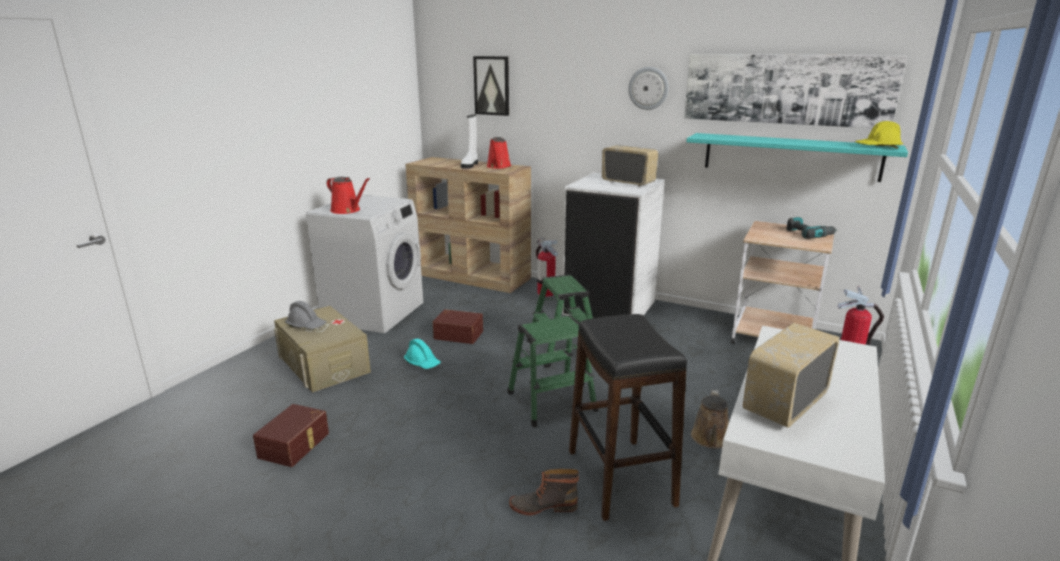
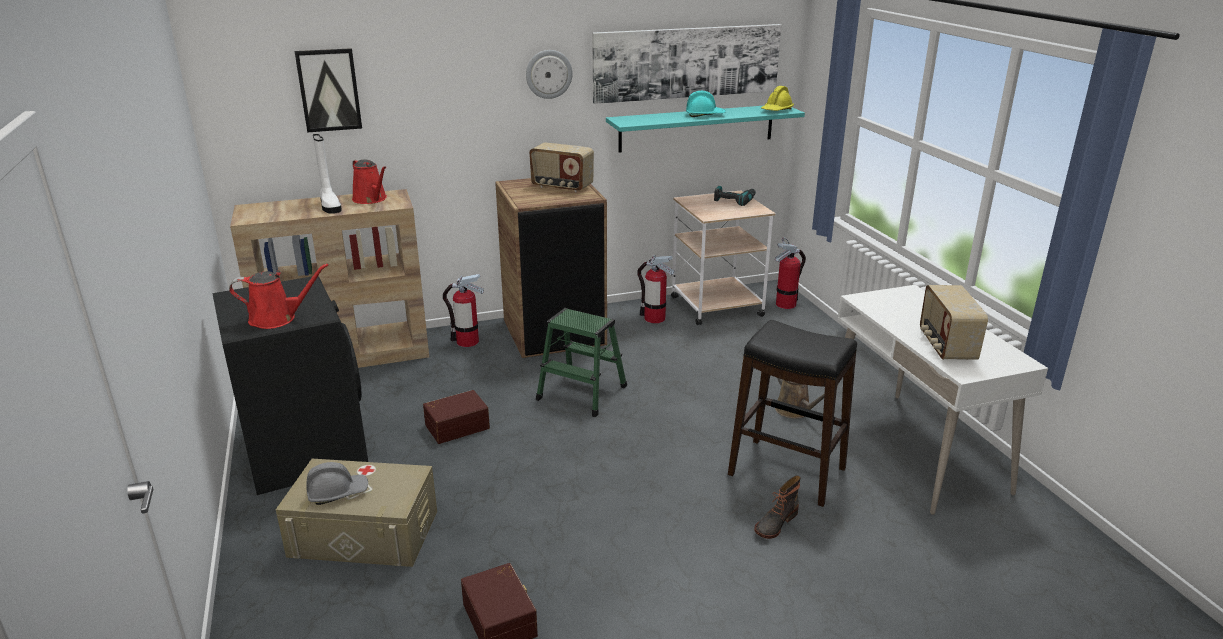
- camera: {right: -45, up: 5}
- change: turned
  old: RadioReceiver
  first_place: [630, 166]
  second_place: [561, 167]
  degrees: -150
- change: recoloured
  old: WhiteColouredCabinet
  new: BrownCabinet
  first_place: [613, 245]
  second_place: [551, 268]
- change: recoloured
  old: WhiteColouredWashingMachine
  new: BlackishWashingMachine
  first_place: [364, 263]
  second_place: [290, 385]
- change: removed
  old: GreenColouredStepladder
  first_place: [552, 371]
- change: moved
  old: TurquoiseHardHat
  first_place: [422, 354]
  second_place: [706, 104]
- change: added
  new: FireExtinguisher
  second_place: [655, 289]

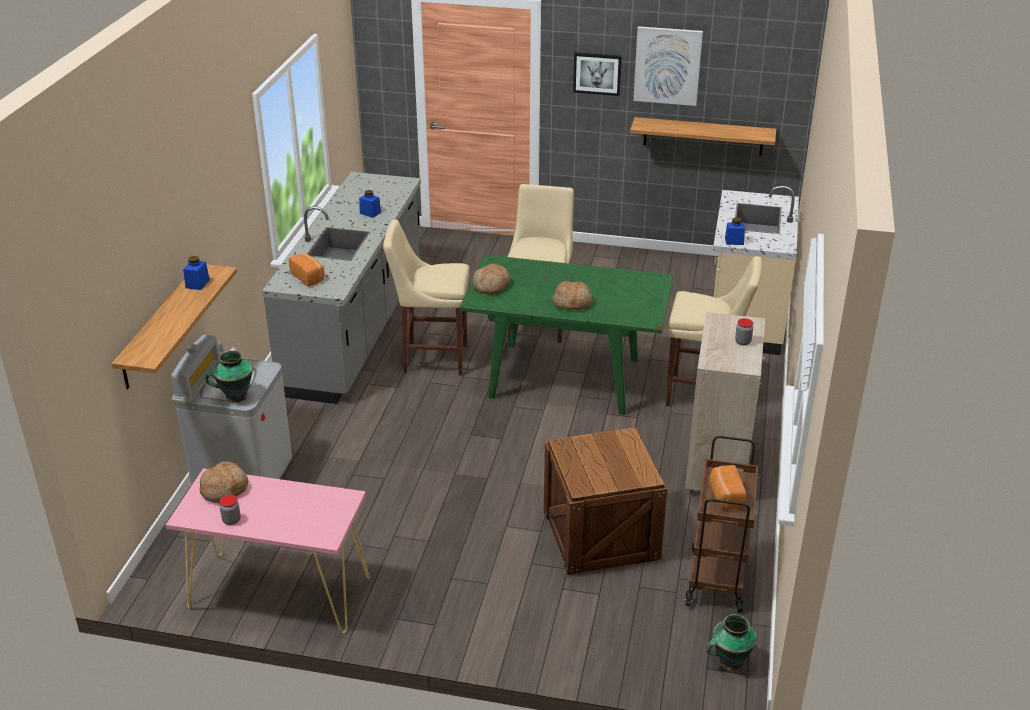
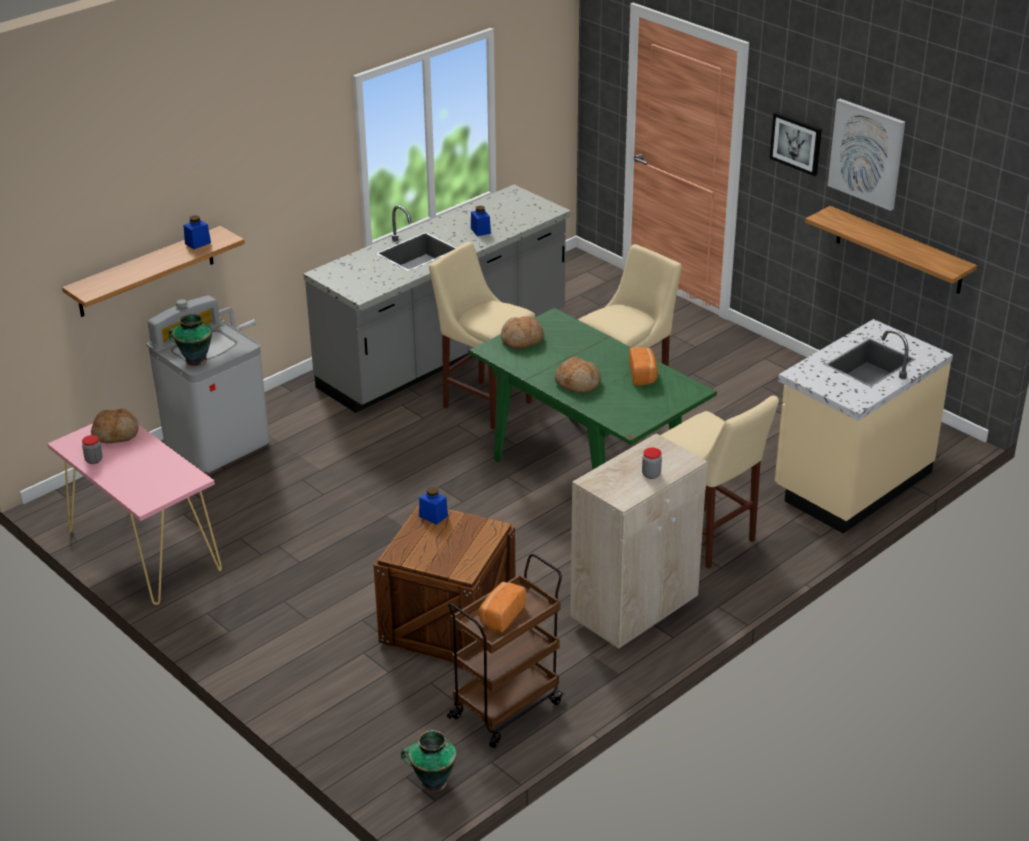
- camera: {right: 35, up: 0}
- change: moved
  old: BluishJar
  first_place: [735, 231]
  second_place: [433, 506]
- change: moved
  old: BakeryBread
  first_place: [307, 270]
  second_place: [643, 366]

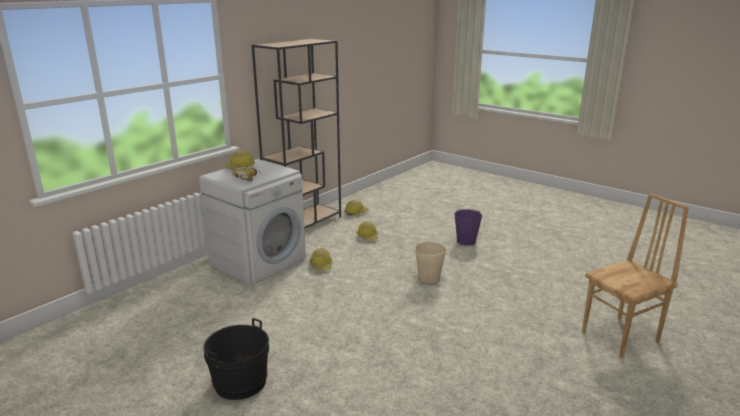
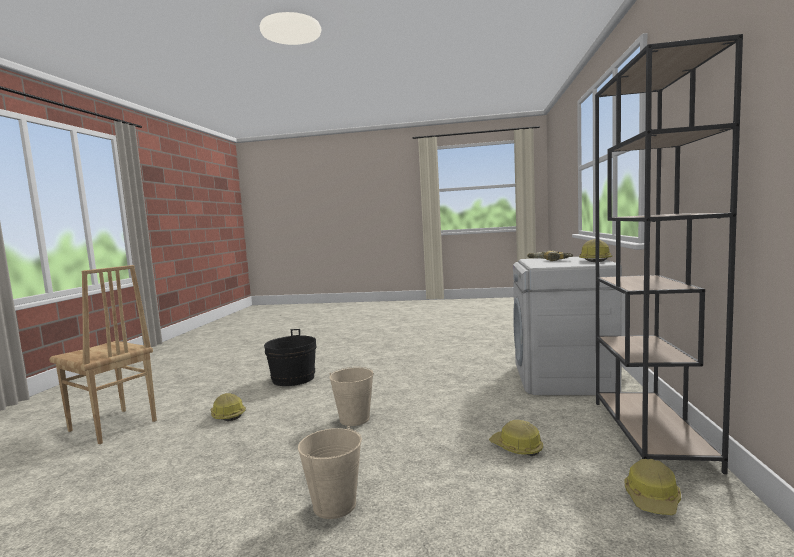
- camera: {right: 150, up: -15}
- change: turned
  old: BrownPlainChair
  first_place: [635, 275]
  second_place: [103, 354]
  degrees: -90
- change: recoloured
  old: PurplishBucket
  new: BeigeBucket
  first_place: [468, 227]
  second_place: [330, 472]
- change: moved
  old: HardHat
  first_place: [320, 259]
  second_place: [228, 407]
- change: moved
  old: BlackishBucket
  first_place: [236, 359]
  second_place: [290, 357]

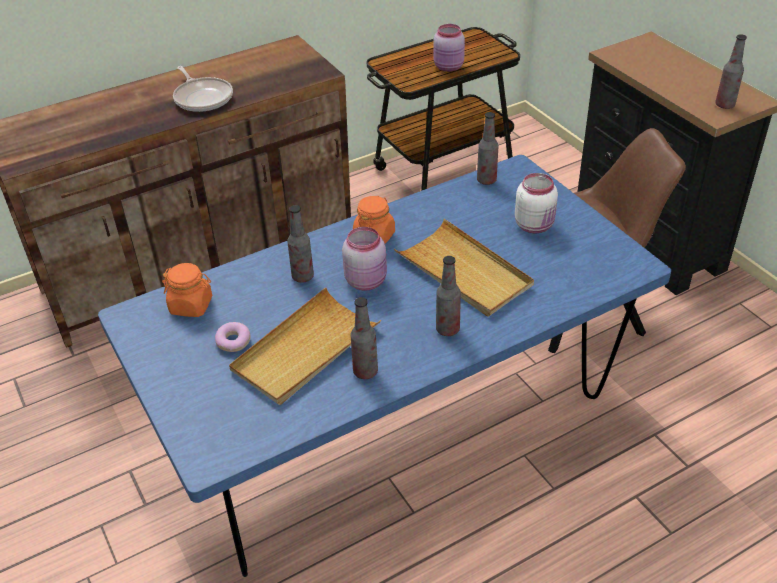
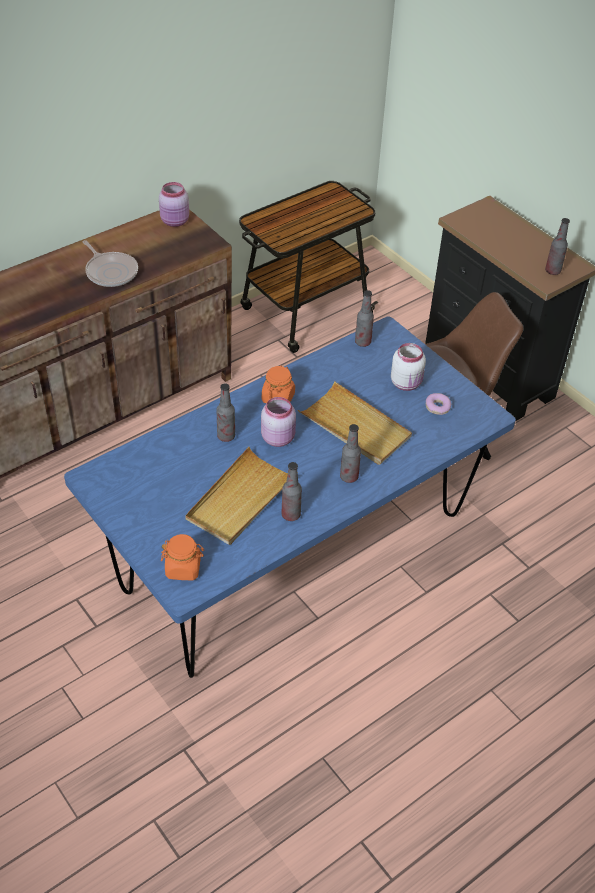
- camera: {right: -10, up: 5}
- change: moved
  old: PinkColouredJar
  first_place: [449, 48]
  second_place: [174, 204]
- change: moved
  old: OrangeColouredJar
  first_place: [187, 290]
  second_place: [182, 557]
- change: moved
  old: RingDoughnut
  first_place: [233, 337]
  second_place: [438, 404]

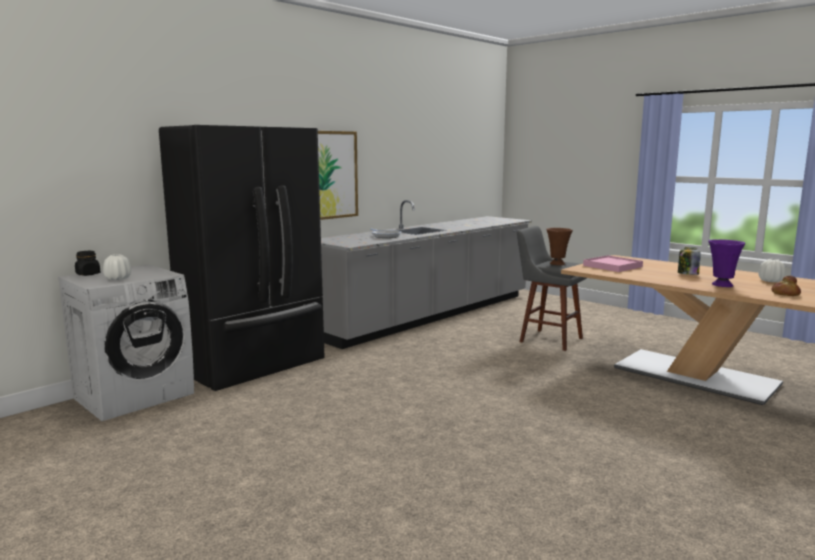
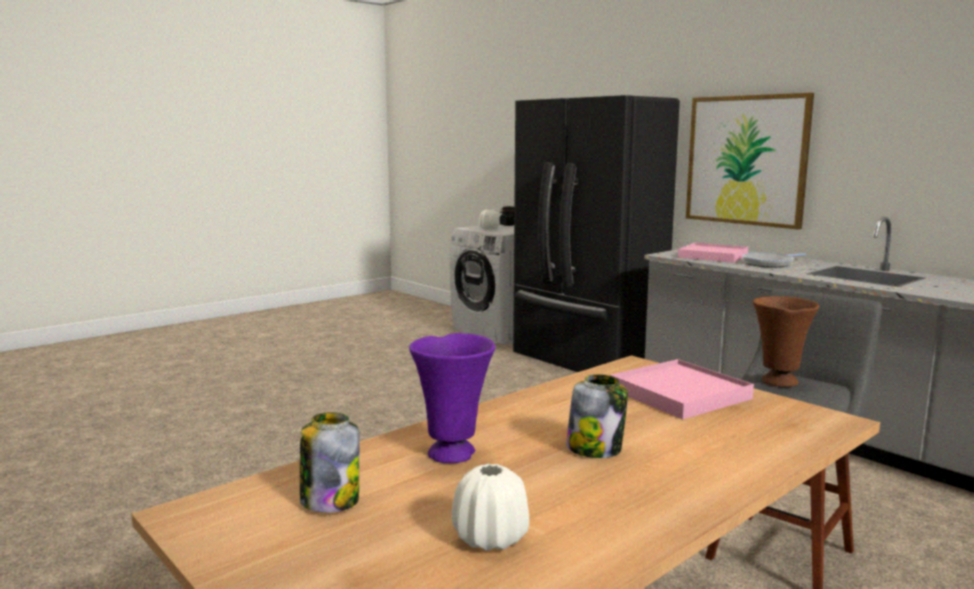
- camera: {right: 95, up: 0}
- change: replaced
  old: BakeryBread
  new: Jar
  first_place: [786, 286]
  second_place: [330, 462]
- change: added
  new: PinkColouredServingTray
  second_place: [713, 253]

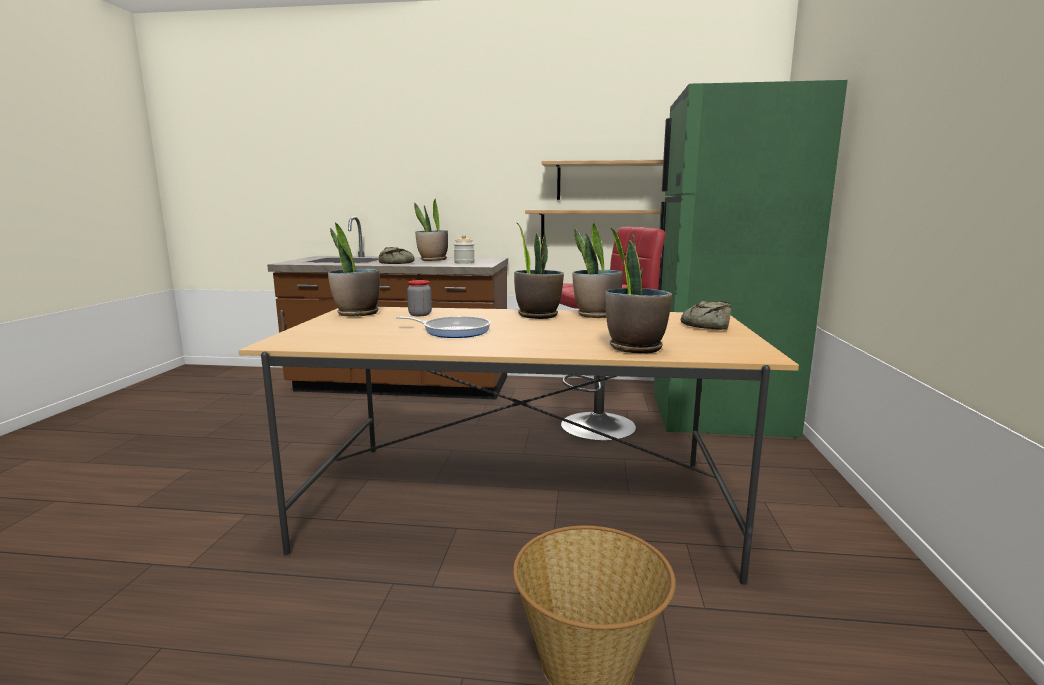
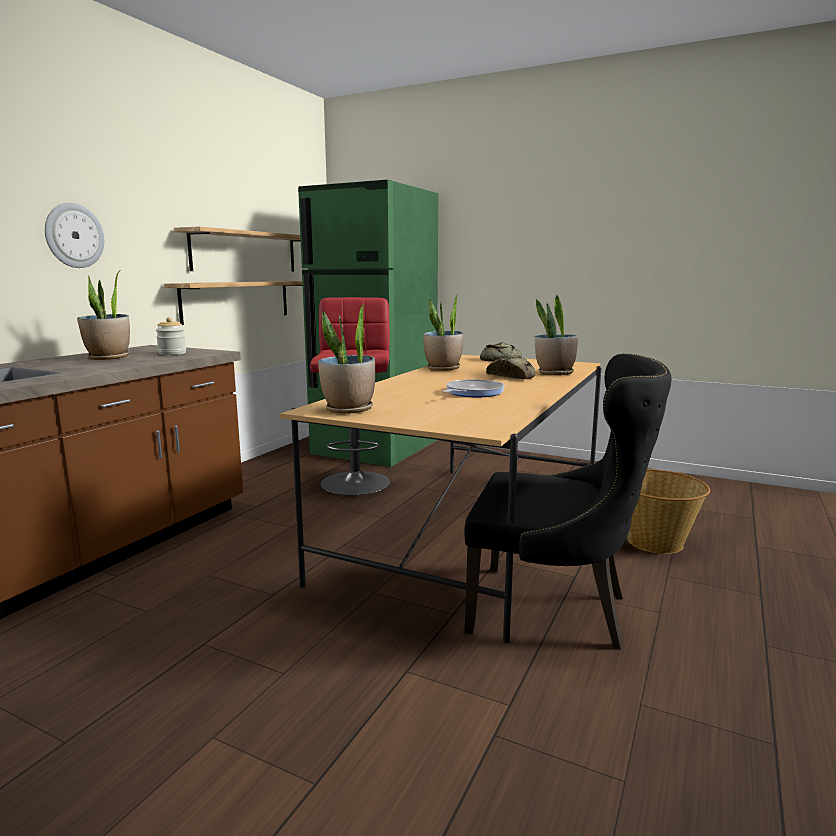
- camera: {right: -70, up: 0}
- change: removed
  old: PottedPlant
  first_place: [539, 270]
- change: moved
  old: BakeryBread
  first_place: [397, 255]
  second_place: [511, 368]
- change: removed
  old: Jar
  first_place: [419, 298]
- change: added
  new: HangingClock
  second_place: [74, 235]
- change: added
  new: BlackishPlainChair
  second_place: [567, 501]

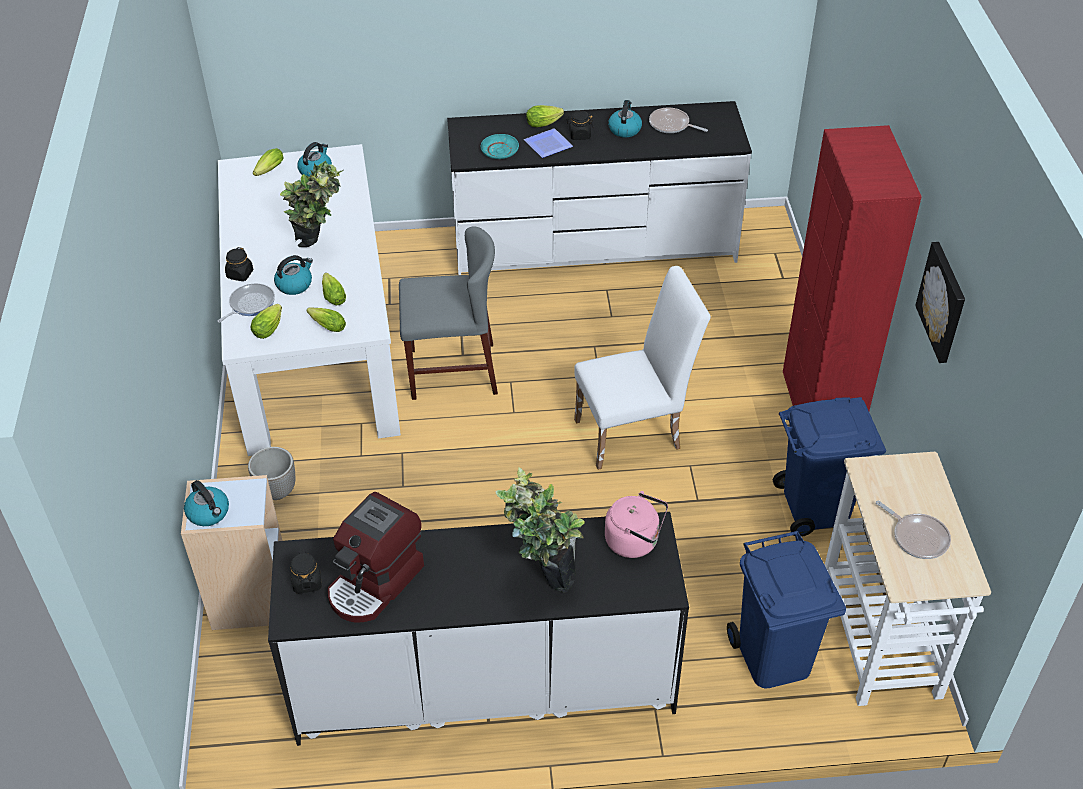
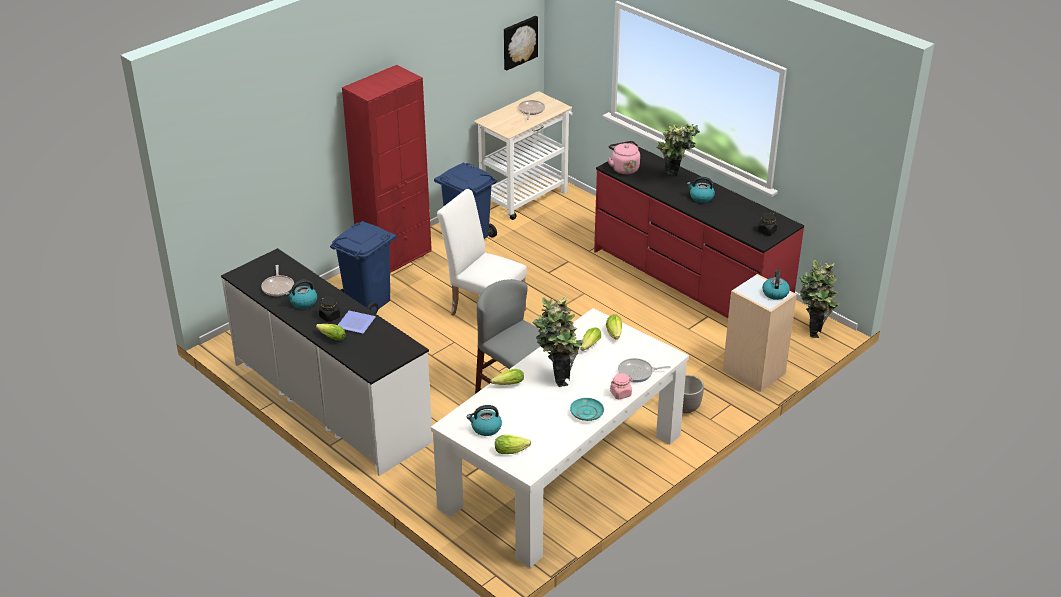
- camera: {right: -130, up: -10}
- change: moved
  old: TurquoisePlate
  first_place: [500, 146]
  second_place: [587, 409]
- change: moved
  old: WallArt
  first_place: [940, 302]
  second_place: [521, 43]
- change: recoloured
  old: BlackishJar
  new: PinkColouredJar
  first_place: [239, 264]
  second_place: [621, 386]
- change: moved
  old: WaterKettle
  first_place: [293, 275]
  second_place: [701, 190]
- change: moved
  old: Lettuce
  first_place: [266, 321]
  second_place: [507, 377]
- change: removed
  old: CoffeeBrewer
  first_place: [376, 557]
- change: recoloured
  old: BlackishDresser
  new: RedColouredDresser
  first_place: [478, 629]
  second_place: [699, 232]
- change: moved
  old: BluishTrashCan
  first_place: [786, 609]
  second_place: [363, 267]
- change: added
  new: PottedPlant
  second_place: [819, 299]

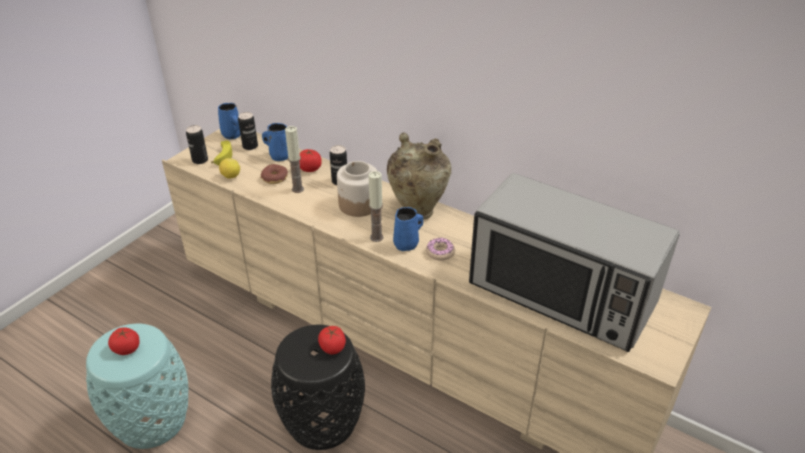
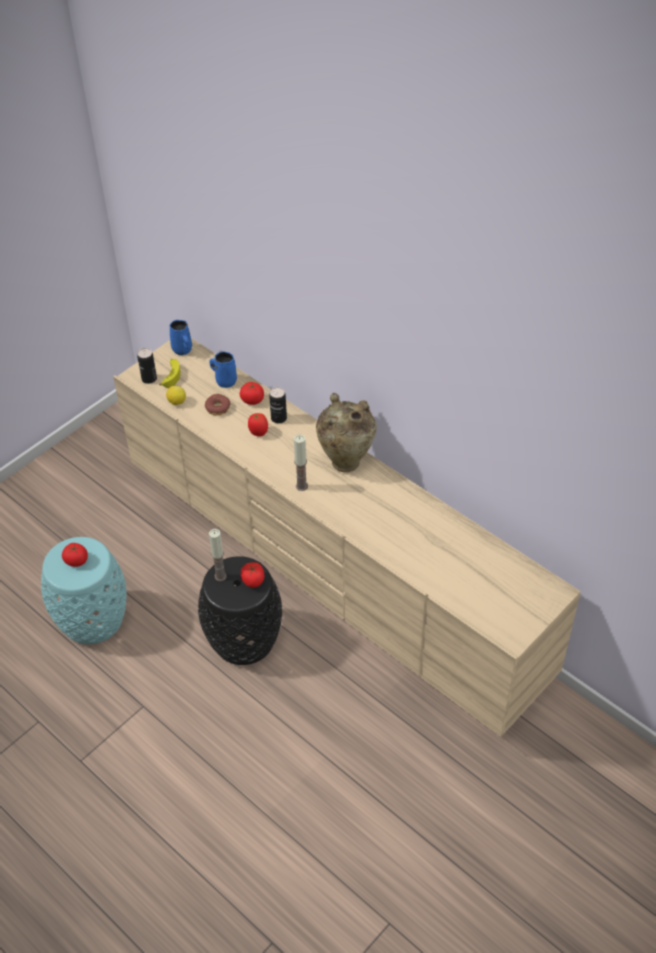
- camera: {right: 10, up: 10}
- change: removed
  old: Can
  first_place: [248, 131]
- change: moved
  old: WaxLight
  first_place: [294, 159]
  second_place: [218, 555]
- change: removed
  old: Jar
  first_place: [357, 189]
- change: removed
  old: Microwave
  first_place: [574, 262]
- change: removed
  old: BluishTeaMug
  first_place: [408, 229]
- change: removed
  old: RingDoughnut
  first_place: [440, 249]
- change: added
  new: WholeTomato
  second_place: [258, 425]

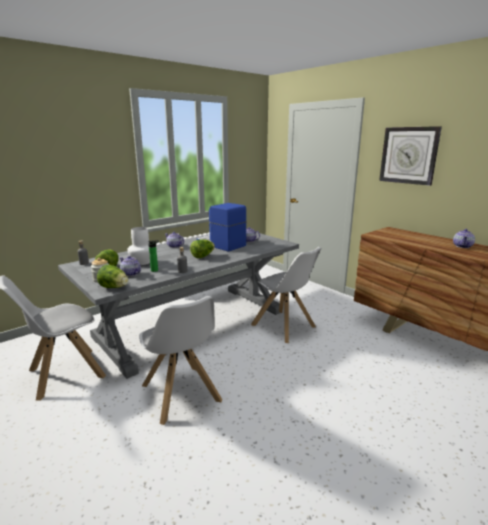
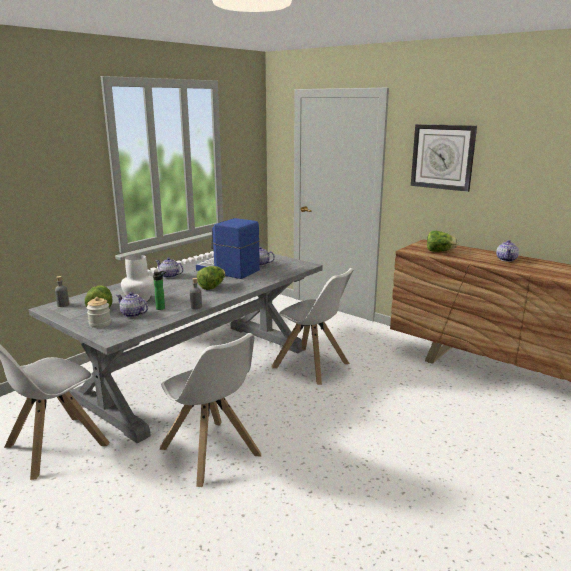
- camera: {right: -10, up: 0}
- change: moved
  old: Lettuce
  first_place: [113, 276]
  second_place: [442, 241]

